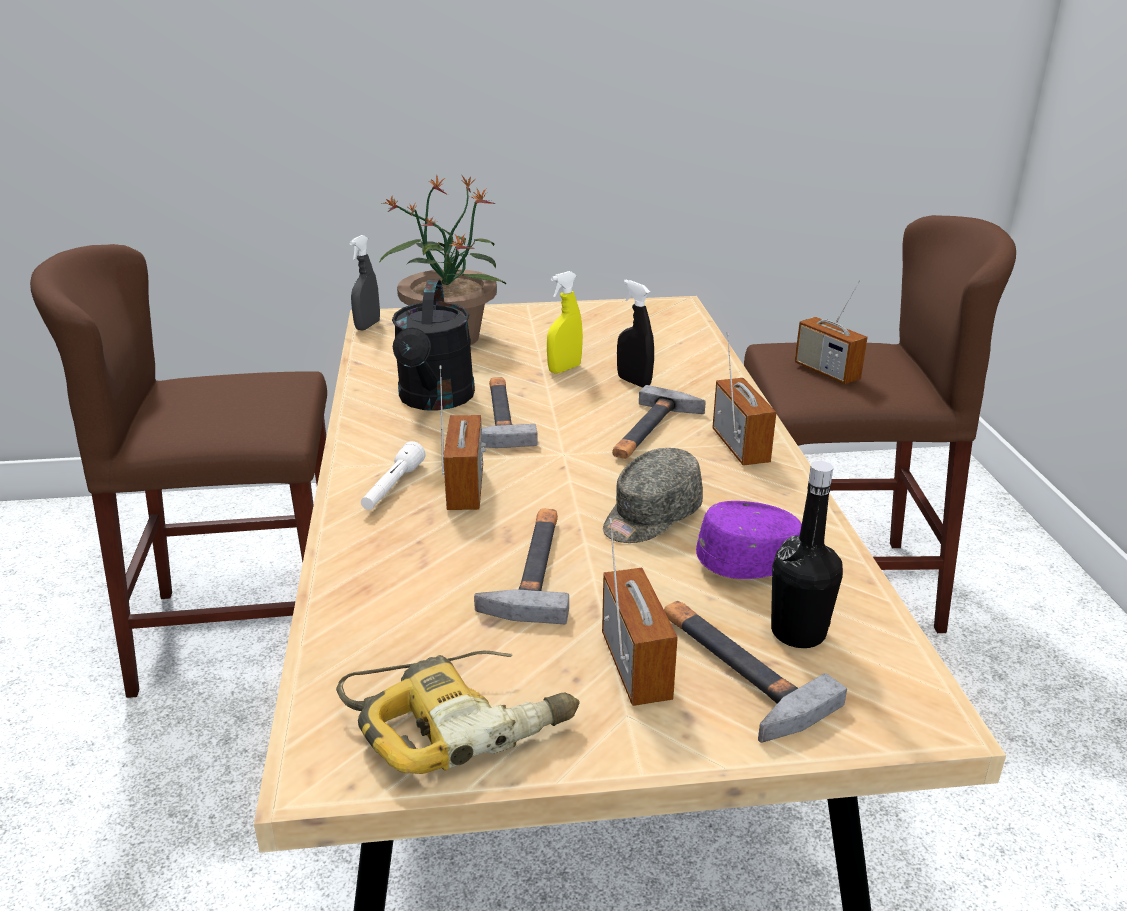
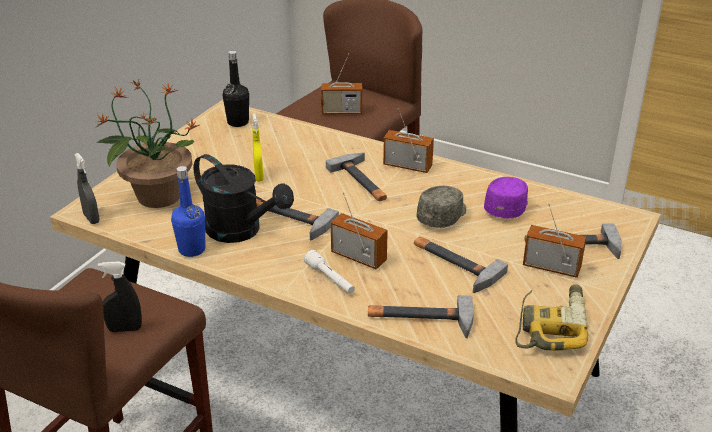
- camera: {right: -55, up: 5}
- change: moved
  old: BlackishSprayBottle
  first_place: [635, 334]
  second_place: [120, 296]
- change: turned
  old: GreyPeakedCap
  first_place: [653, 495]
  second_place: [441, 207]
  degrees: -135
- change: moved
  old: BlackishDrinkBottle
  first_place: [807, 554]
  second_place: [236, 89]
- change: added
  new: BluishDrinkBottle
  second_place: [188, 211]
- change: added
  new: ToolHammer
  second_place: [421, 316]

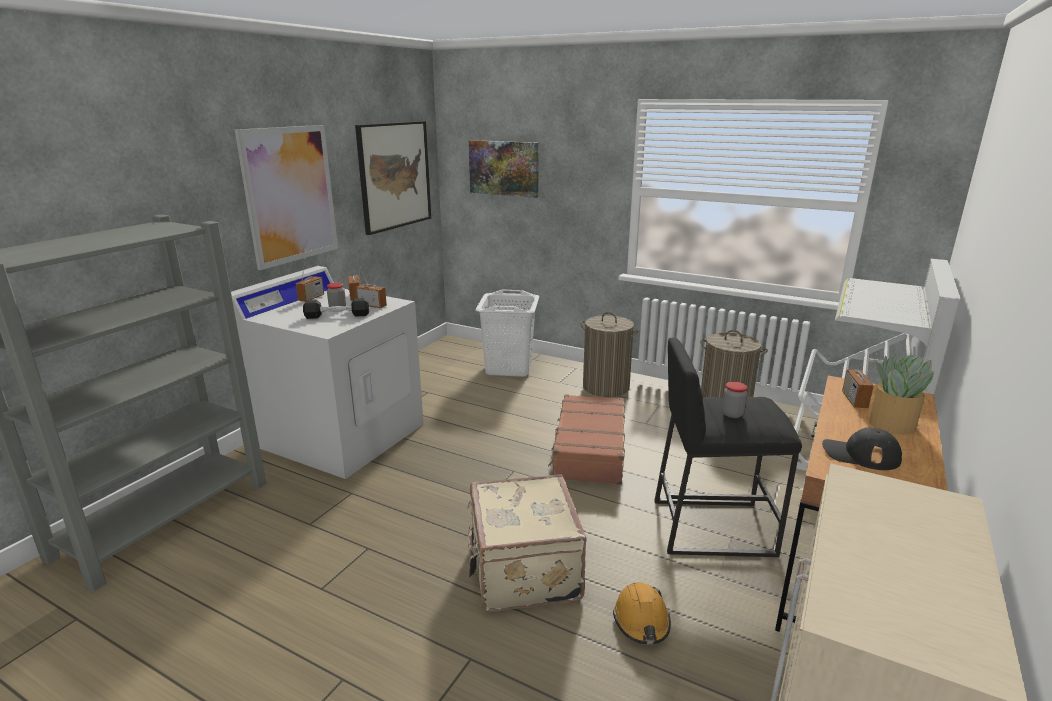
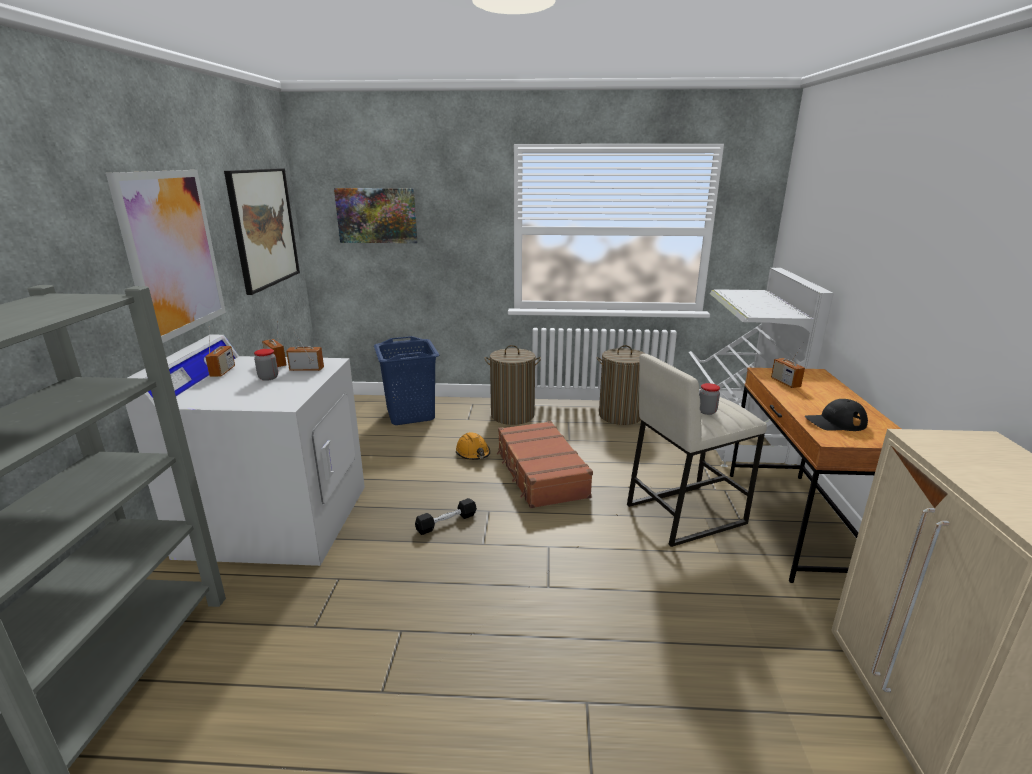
- camera: {right: -25, up: 0}
- change: recoloured
  old: WhiteColouredHamper
  new: BluishHamper
  first_place: [507, 333]
  second_place: [407, 380]
- change: moved
  old: BlackishHandWeight
  first_place: [336, 308]
  second_place: [446, 516]
- change: recoloured
  old: BlackishStool
  new: BeigeStool
  first_place: [728, 447]
  second_place: [697, 450]
- change: removed
  old: PottedPlant
  first_place: [901, 394]
- change: removed
  old: BeigeSuitcase
  first_place: [527, 543]
- change: moved
  old: OrangeColouredHardHat
  first_place: [642, 613]
  second_place: [473, 446]

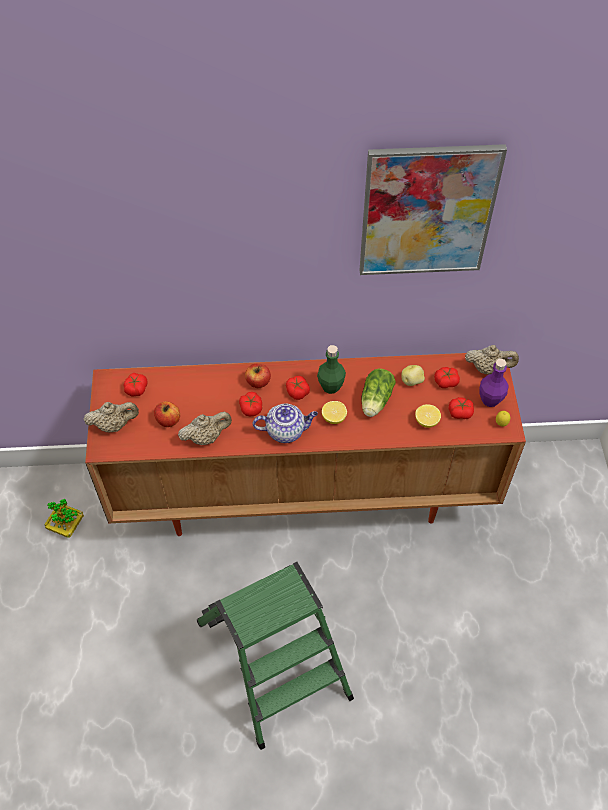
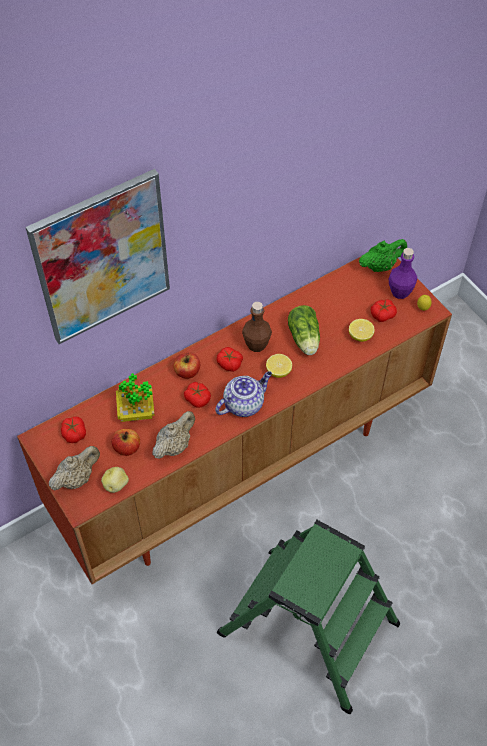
- camera: {right: -30, up: 0}
- change: moved
  old: WallArt
  first_place: [433, 209]
  second_place: [97, 256]
- change: recoloured
  old: GreenColouredDrinkBottle
  new: BrownDrinkBottle
  first_place: [331, 369]
  second_place: [257, 327]
- change: recoloured
  old: BeigeTeapot
  new: GreenColouredTeapot
  first_place: [492, 360]
  second_place: [383, 255]
- change: moved
  old: WholePotato
  first_place: [413, 375]
  second_place: [115, 480]
- change: removed
  old: WholeTomato
  first_place: [447, 377]
- change: moved
  old: PottedPlant
  first_place: [64, 518]
  second_place: [135, 397]

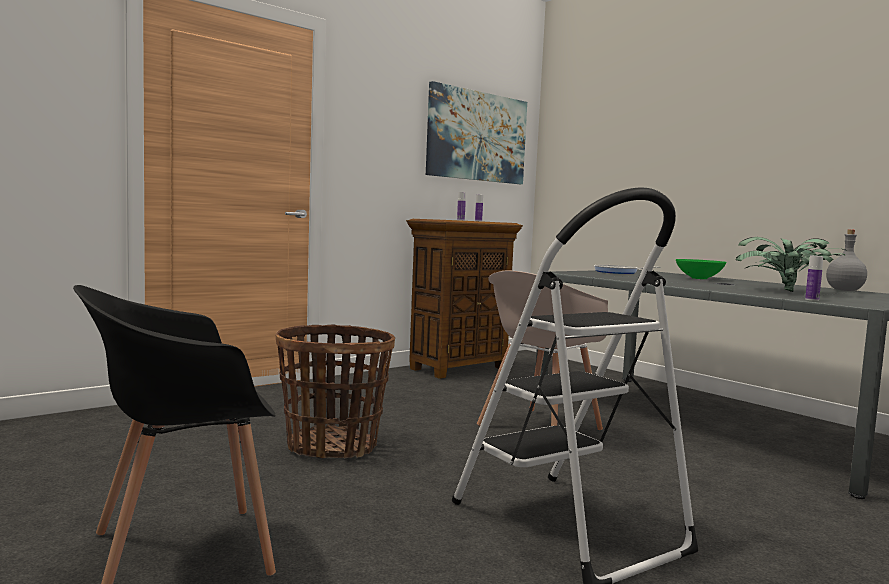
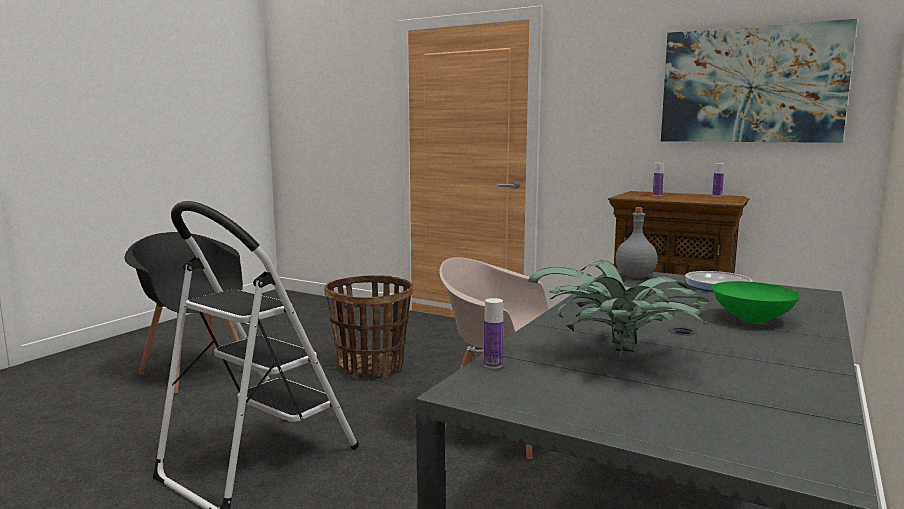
- camera: {right: 70, up: 5}
- change: moved
  old: GreyDrinkBottle
  first_place: [846, 260]
  second_place: [636, 242]

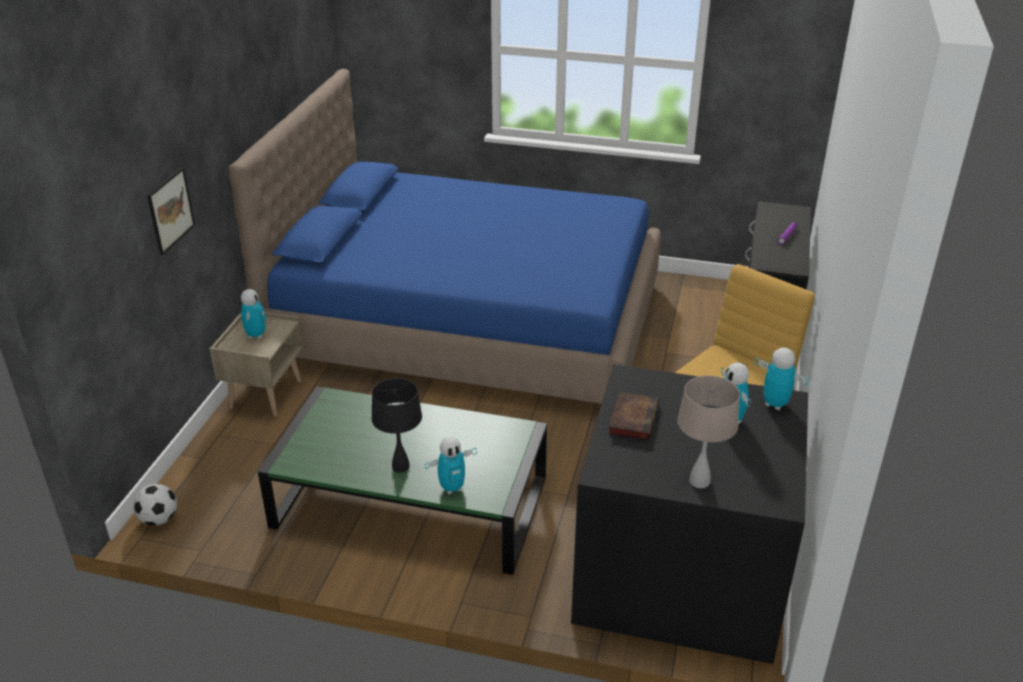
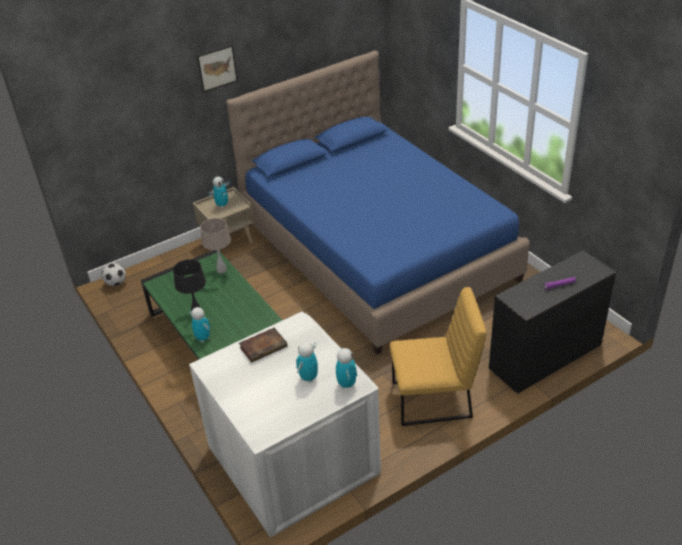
- camera: {right: 45, up: 5}
- change: moved
  old: WallArt
  first_place: [171, 211]
  second_place: [217, 68]
- change: recoloured
  old: BlackishDresser
  new: WhiteColouredDresser
  first_place: [689, 514]
  second_place: [285, 424]
- change: moved
  old: BeigeTableLamp
  first_place: [708, 432]
  second_place: [215, 246]
- change: turned
  old: RobotFigure
  first_place: [451, 465]
  second_place: [199, 324]
  degrees: -150

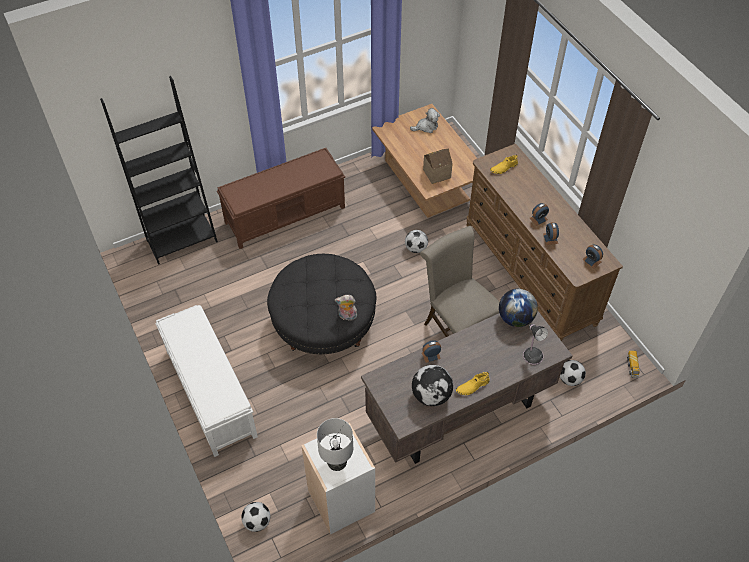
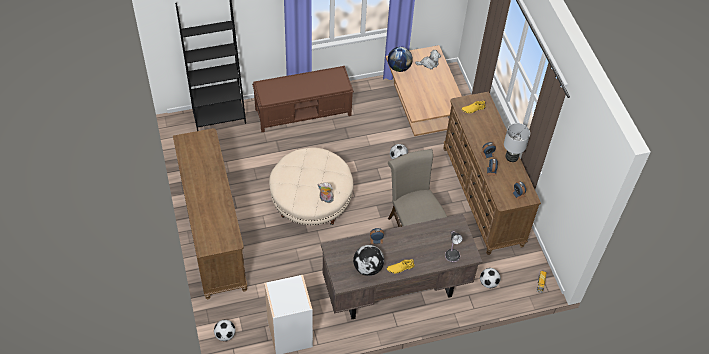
- camera: {right: 10, up: 0}
- change: removed
  old: MiniatureHouse
  first_place: [438, 166]
- change: recoloured
  old: BlackishFootrest
  new: BeigeFootrest
  first_place: [321, 304]
  second_place: [311, 186]
- change: moved
  old: Globe
  first_place: [518, 308]
  second_place: [400, 59]
- change: replaced
  old: WhiteColouredBench
  new: BrownDresser
  first_place: [206, 381]
  second_place: [210, 213]
- change: moved
  old: GreyTableLamp
  first_place: [335, 444]
  second_place: [517, 142]

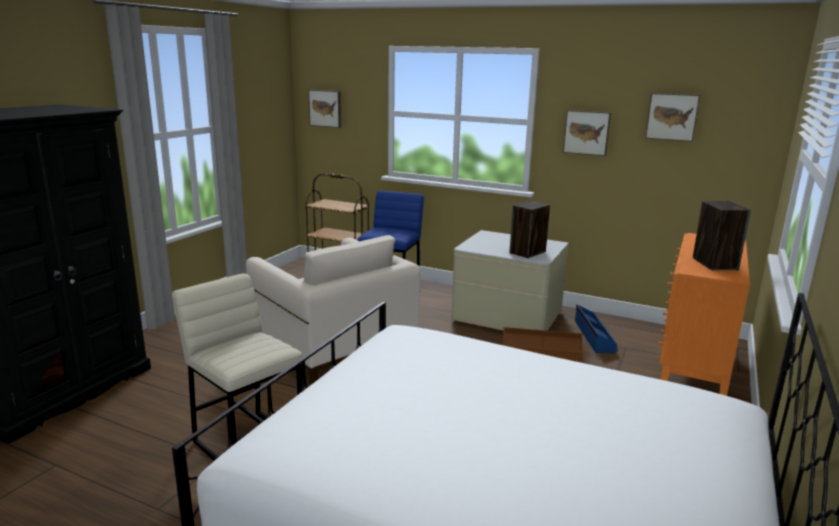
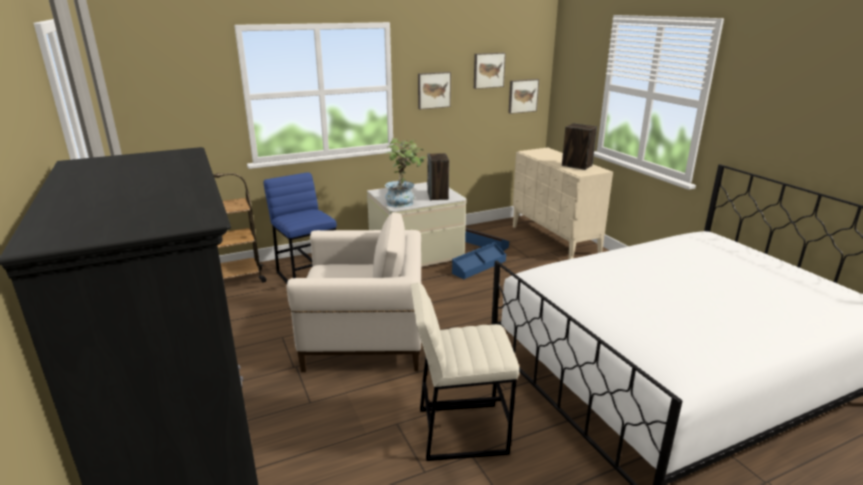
- camera: {right: -50, up: 5}
- change: moved
  old: WallArt
  first_place: [324, 109]
  second_place: [523, 96]
- change: recoloured
  old: OrangeColouredDresser
  new: BeigeDresser
  first_place: [704, 314]
  second_place: [563, 203]
- change: recoloured
  old: BrownStorageContainer
  new: BluishStorageContainer
  first_place: [542, 344]
  second_place: [479, 260]
- change: added
  new: PottedPlant
  second_place: [405, 172]

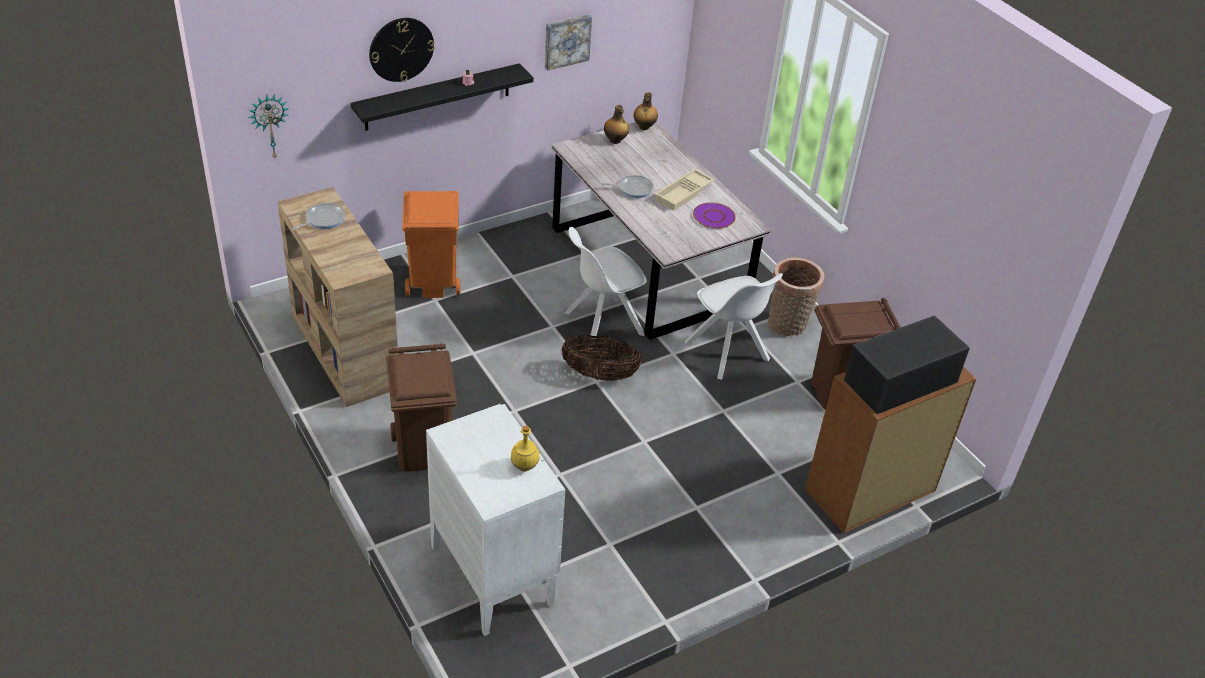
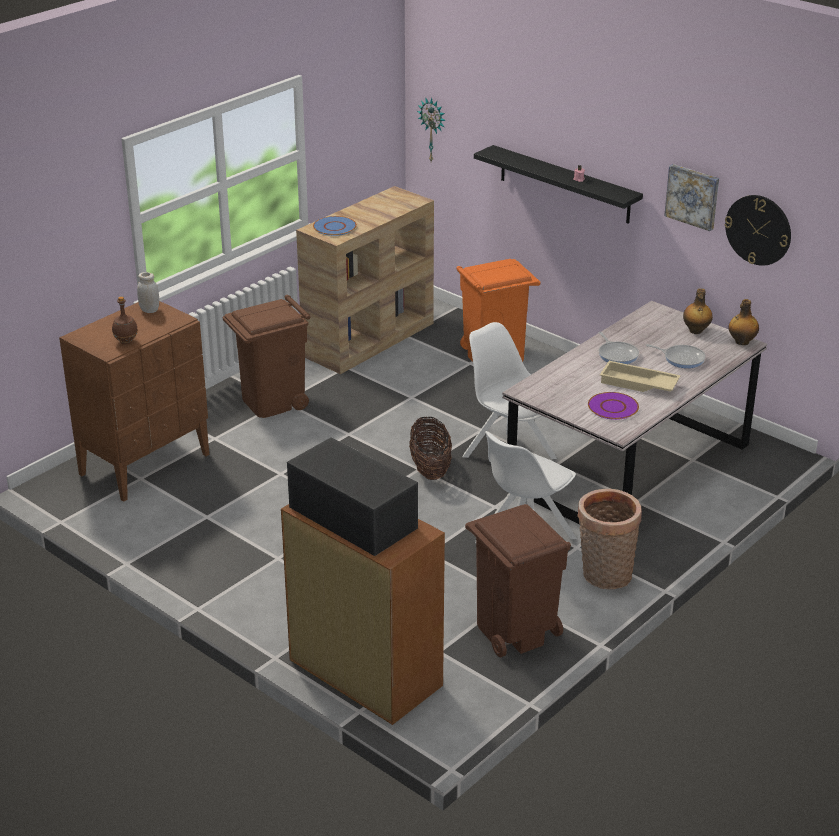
- camera: {right: 75, up: -10}
- change: moved
  old: HangingClock
  first_place: [402, 50]
  second_place: [757, 230]
- change: moved
  old: Pan
  first_place: [318, 216]
  second_place: [676, 356]
- change: recoloured
  old: WhiteColouredDresser
  new: BrownDresser
  first_place: [495, 520]
  second_place: [134, 401]
- change: recoloured
  old: YellowDrinkBottle
  new: BrownDrinkBottle
  first_place: [525, 448]
  second_place: [125, 320]
- change: added
  new: BluishPlate
  second_place: [335, 226]
- change: added
  new: WhiteColouredJar
  second_place: [148, 292]

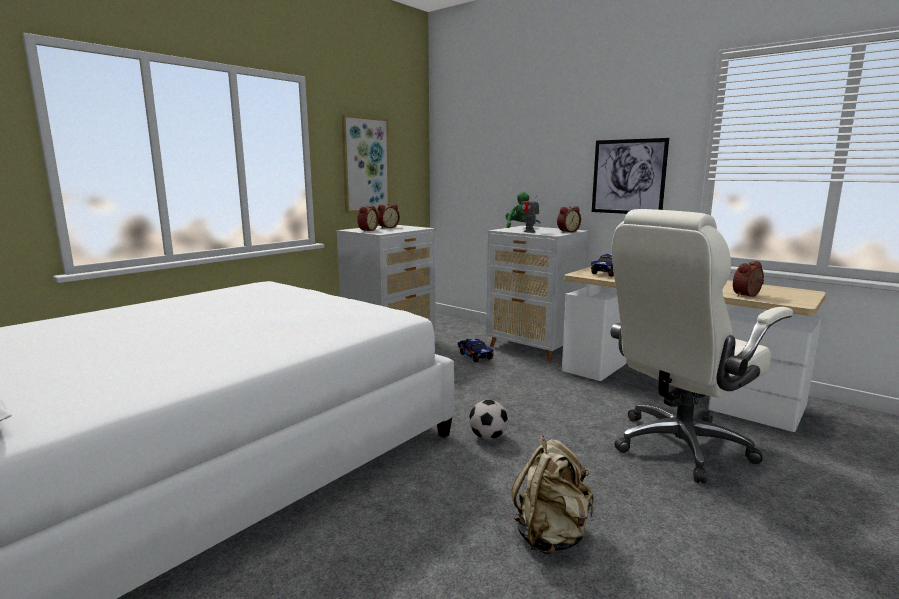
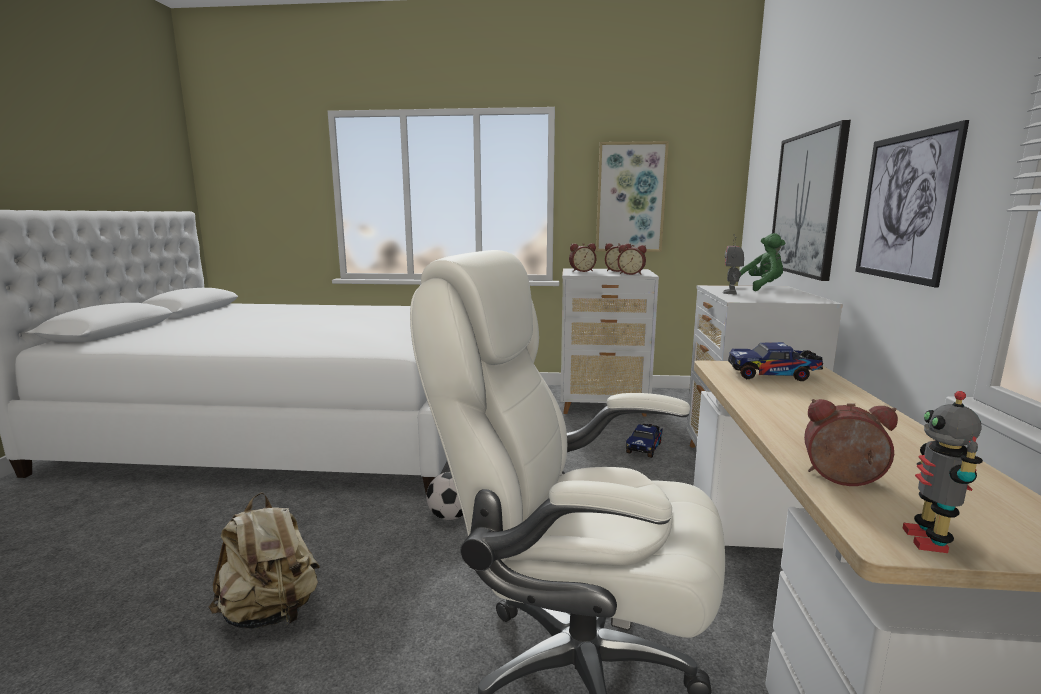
- camera: {right: 55, up: 0}
- change: moved
  old: TableClock
  first_place: [569, 219]
  second_place: [631, 260]
- change: added
  new: WallArt
  second_place: [811, 200]
- change: added
  new: RobotFigure
  second_place: [943, 472]

